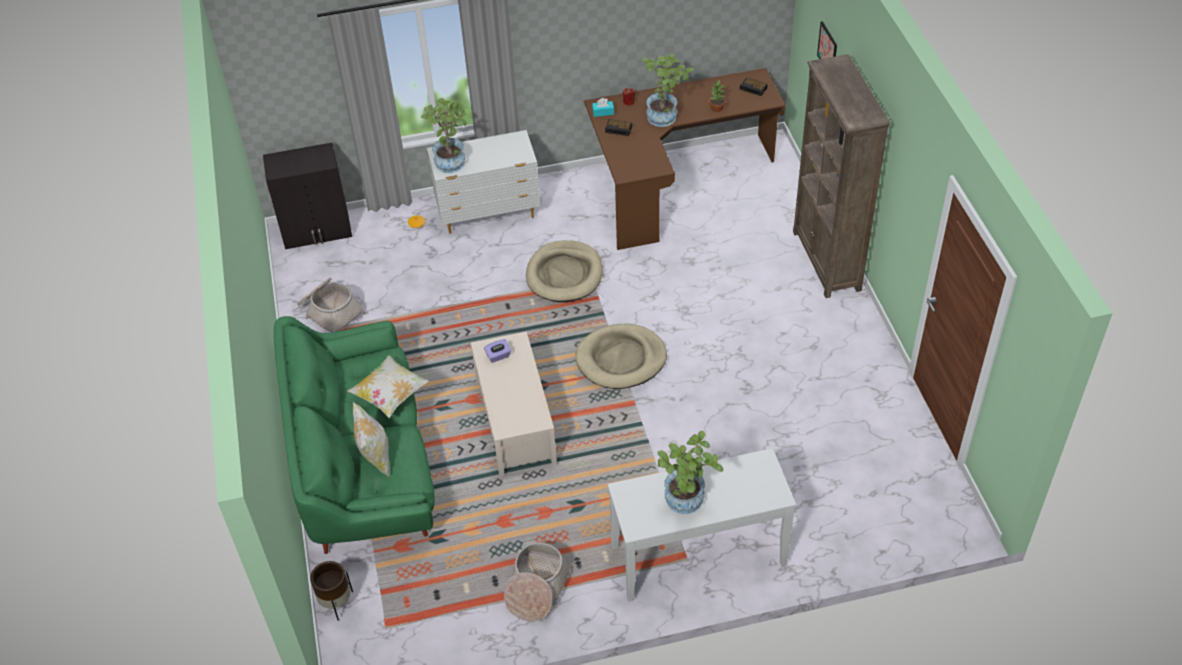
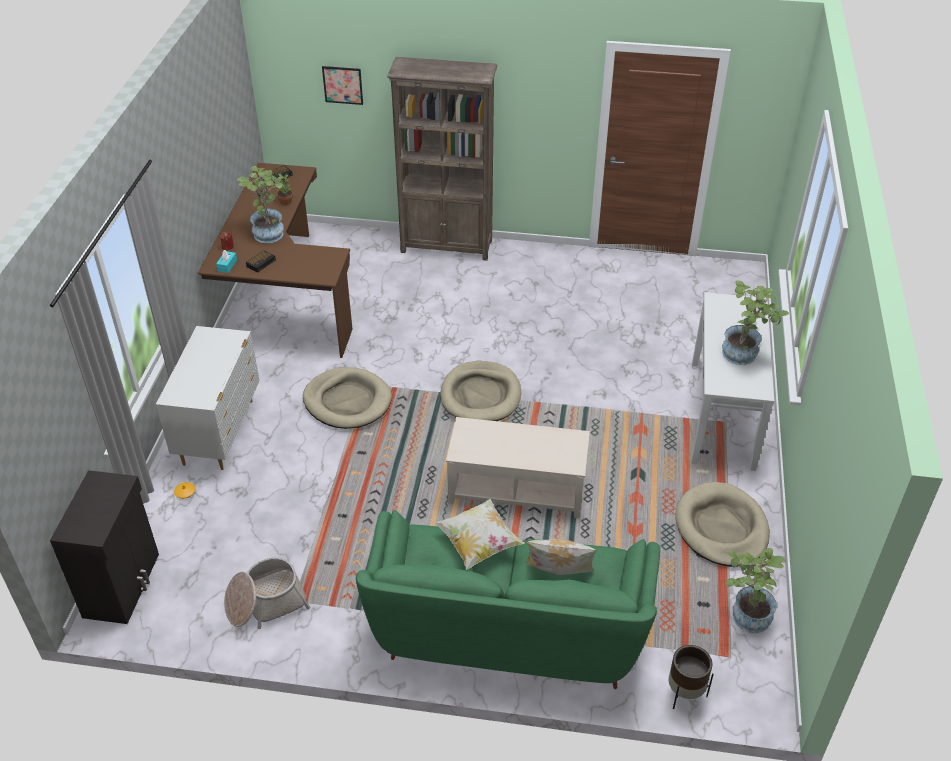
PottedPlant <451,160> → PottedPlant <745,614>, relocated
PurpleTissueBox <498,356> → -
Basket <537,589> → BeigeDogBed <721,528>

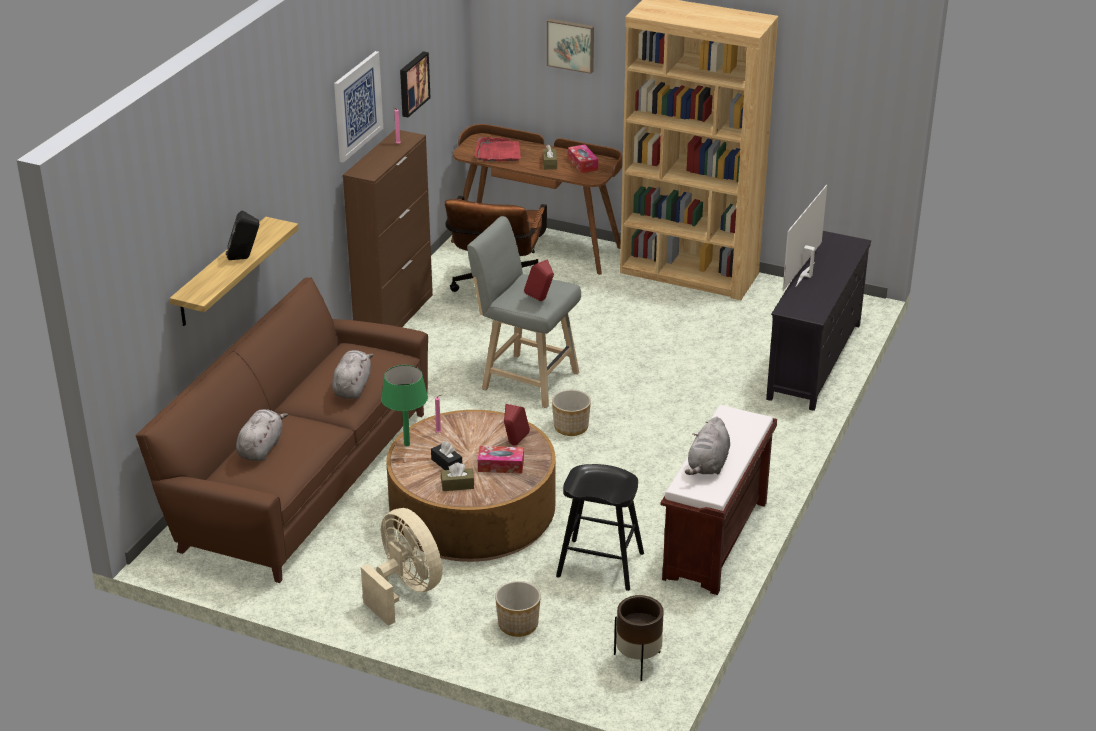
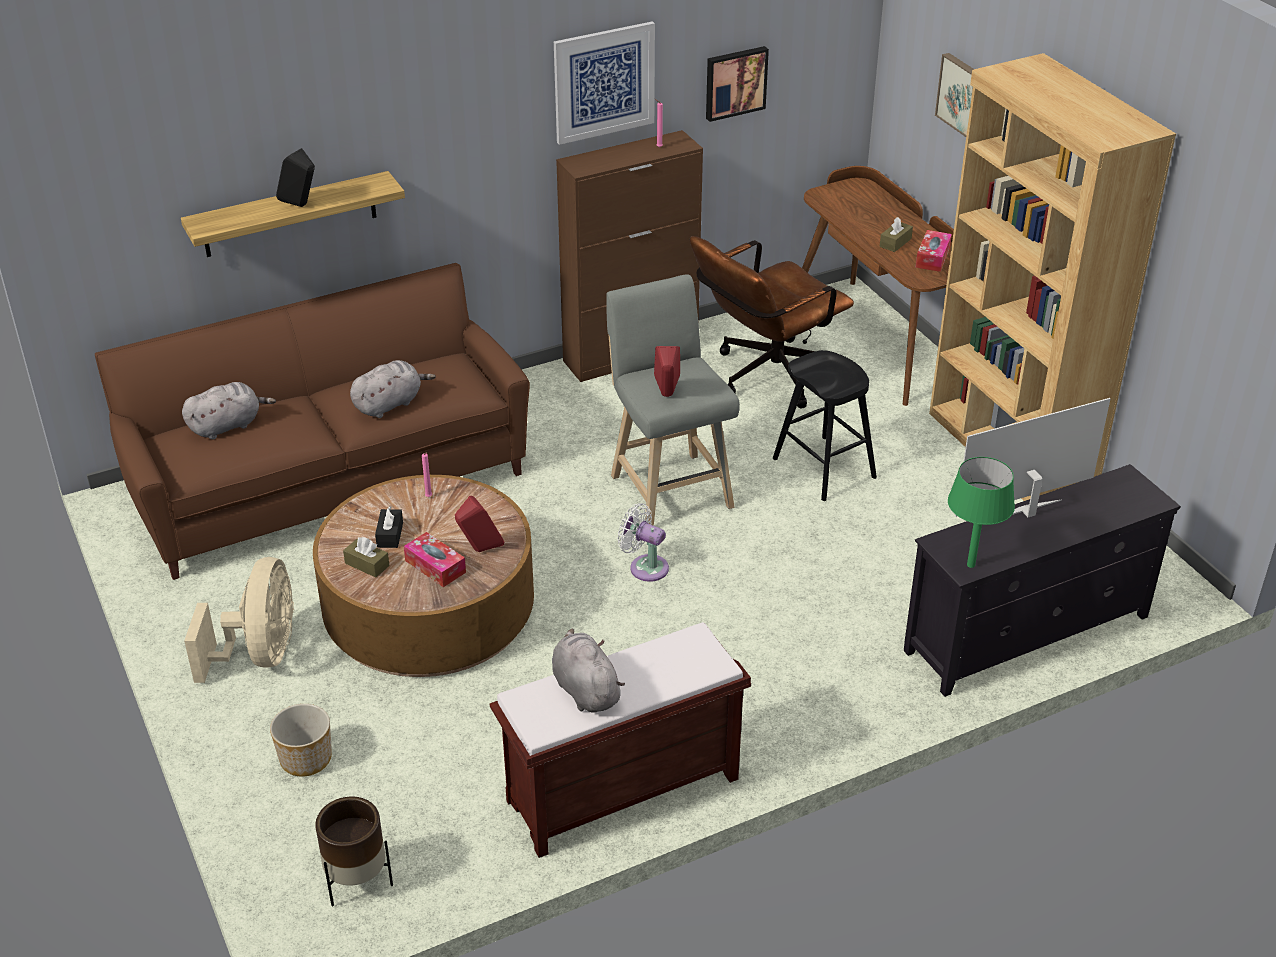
RedTray <498,152> → -
GreenTableLamp <407,444> → GreenTableLamp <971,565>, relocated
Planter <571,427> → WhiteFan <645,567>
GreyPlushToy <708,465> → GreyPlushToy <585,689>, 90 degrees clockwise
BlackStool <600,565> → BlackStool <823,468>, relocated

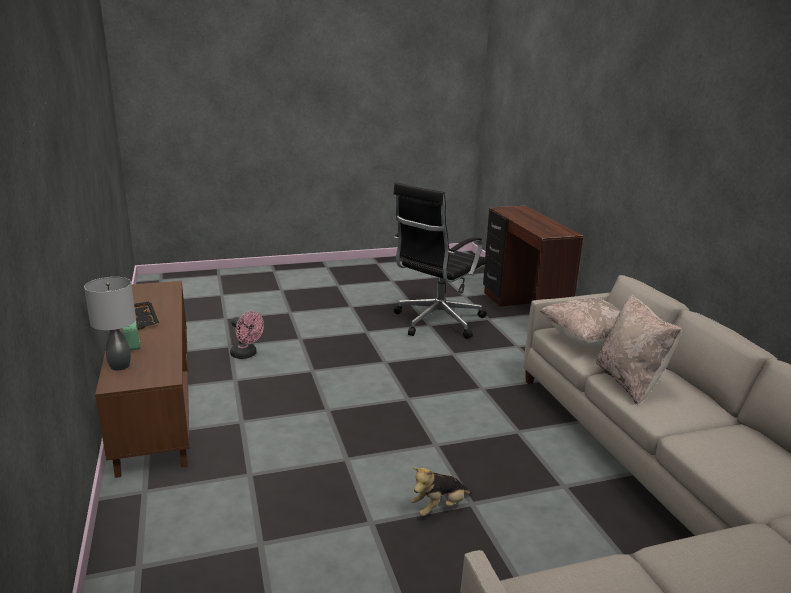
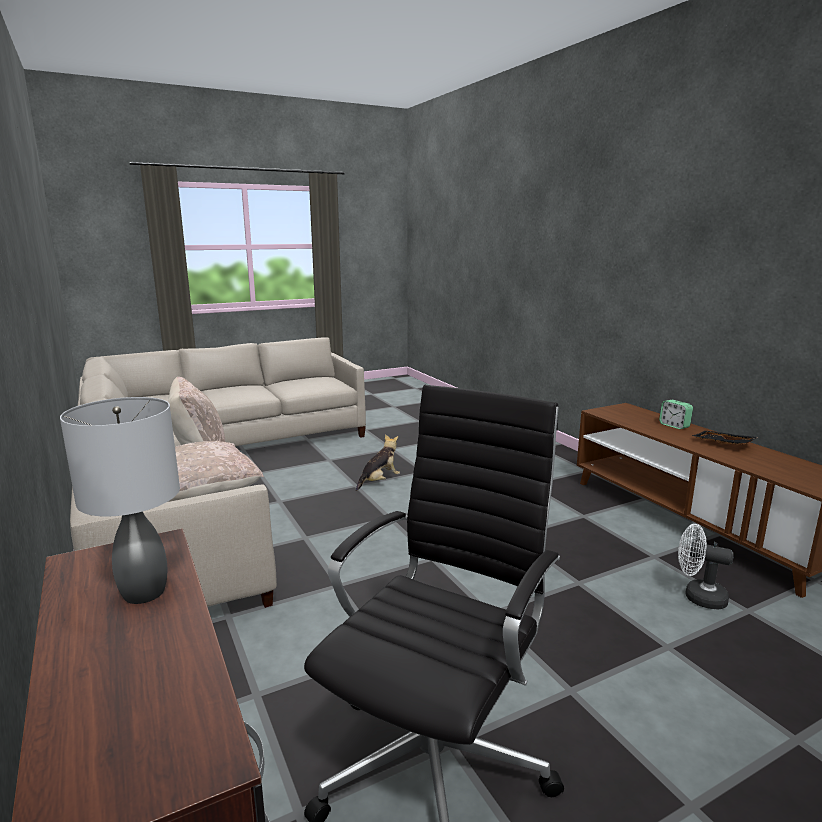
GreyTableLamp <119,366> → GreyTableLamp <145,591>, relocated
PinkFan <246,355> → WhiteFan <698,596>

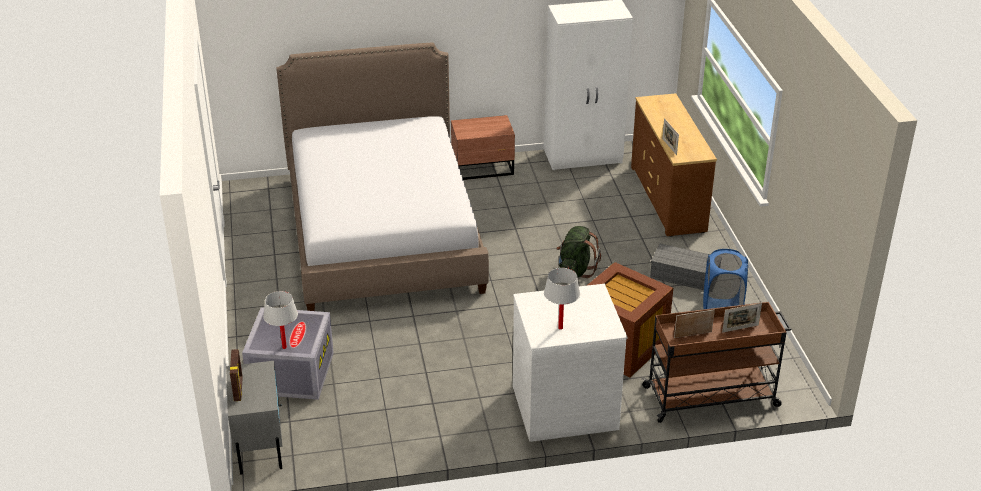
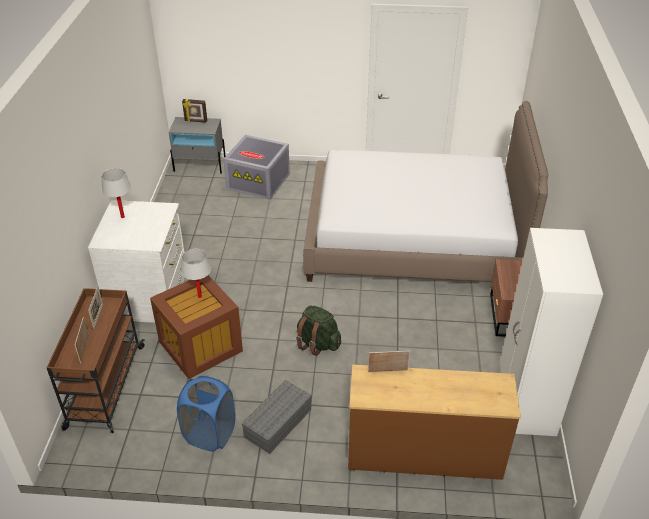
WhiteTableLamp <284,347> → WhiteTableLamp <199,297>, relocated

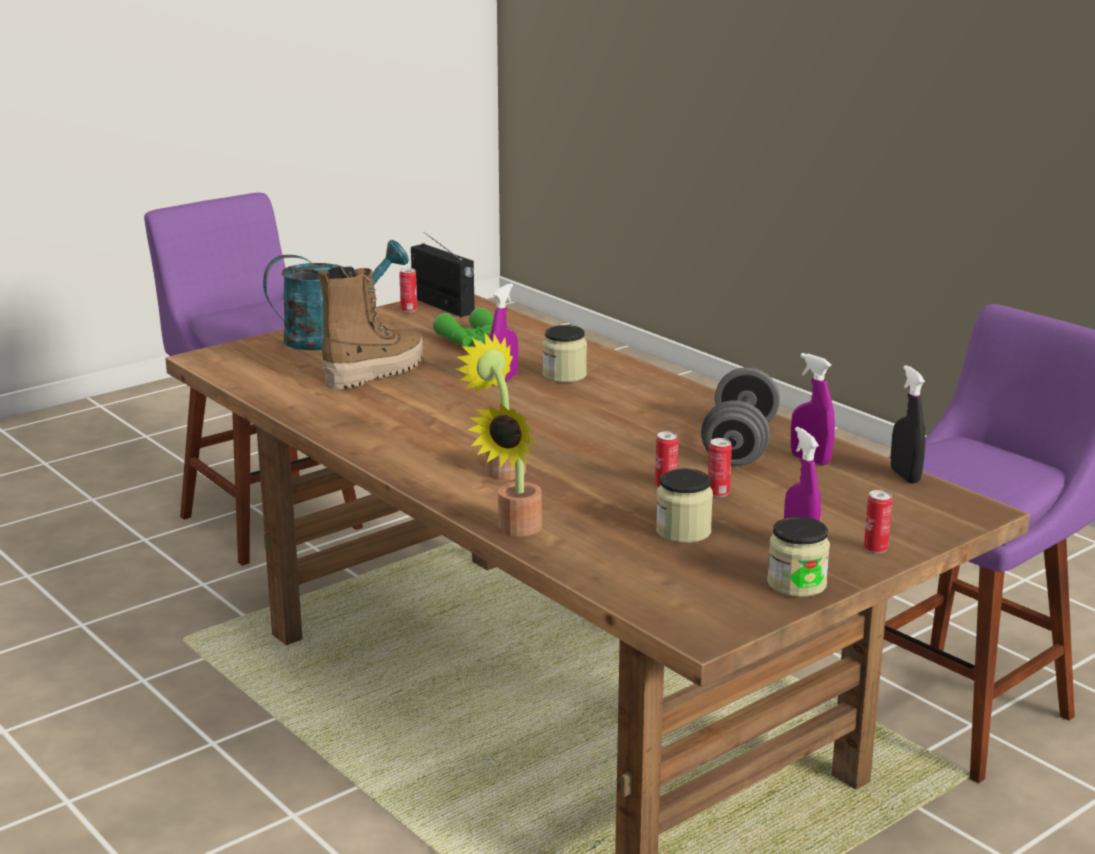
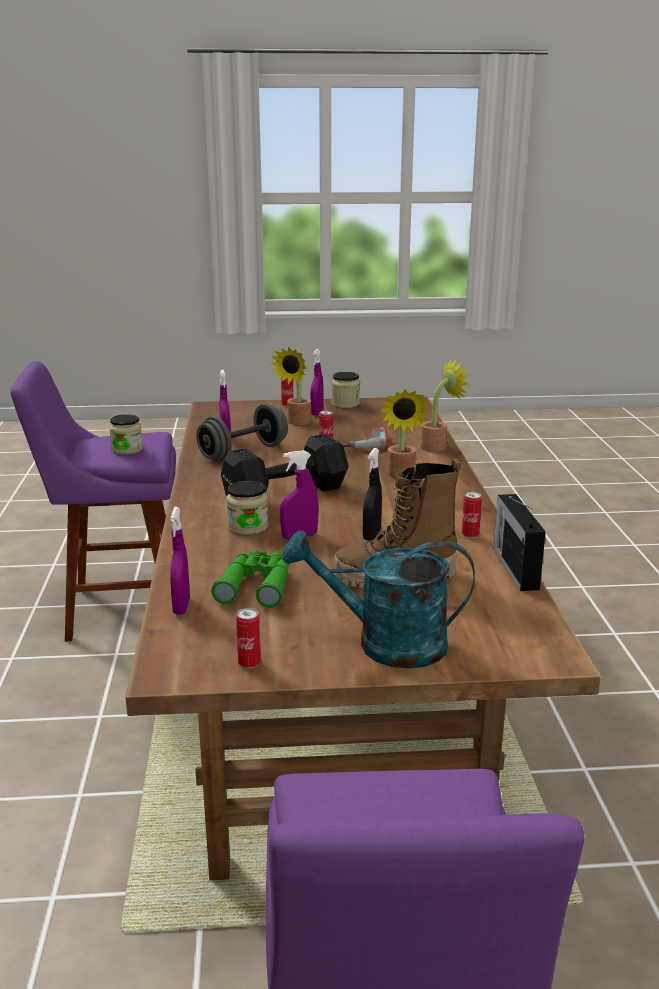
Radio <443,306> → Radio <515,567>, relocated
BlackSprayBottle <905,476> → BlackSprayBottle <371,535>, relocated
Can <718,493> → Can <470,535>, relocated
Jar <683,532> → Jar <127,449>, relocated
- → PottedPlant <297,423>
- → PowerDrill <360,444>
- → BlackDumbbell <288,493>
- → PurpleSprayBottle <181,606>

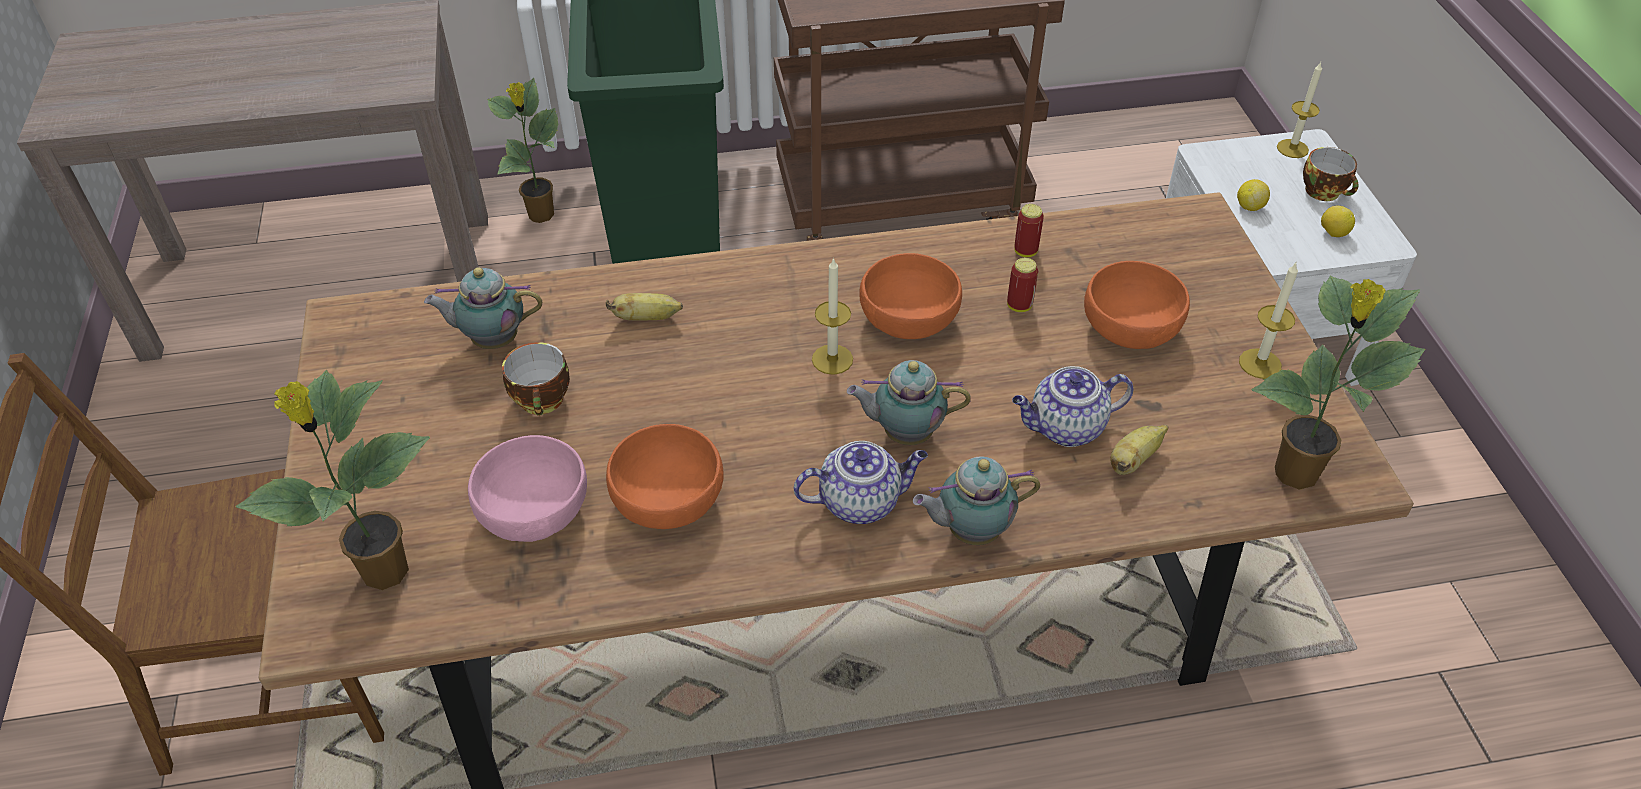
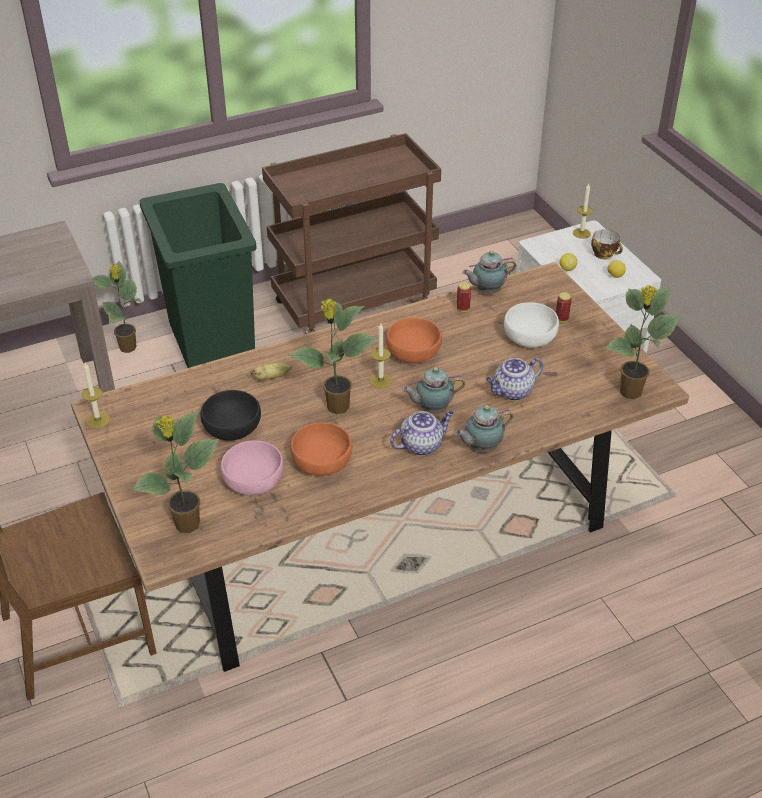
Can <1019,306> → Can <561,319>, relocated
OrangeBowl <1130,326> → WhiteBowl <529,337>
Candle <1260,363> → Candle <98,420>, relocated
Teapot <492,340> → Teapot <486,291>, relocated
Cup <543,401> → BlackBowl <233,428>
Banana <1133,460> → -
- → PottedPlant <337,407>

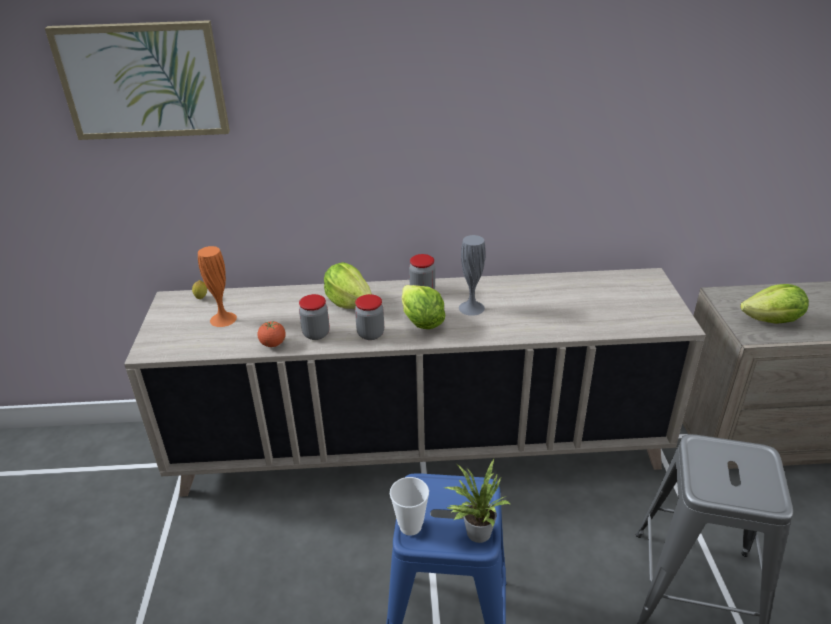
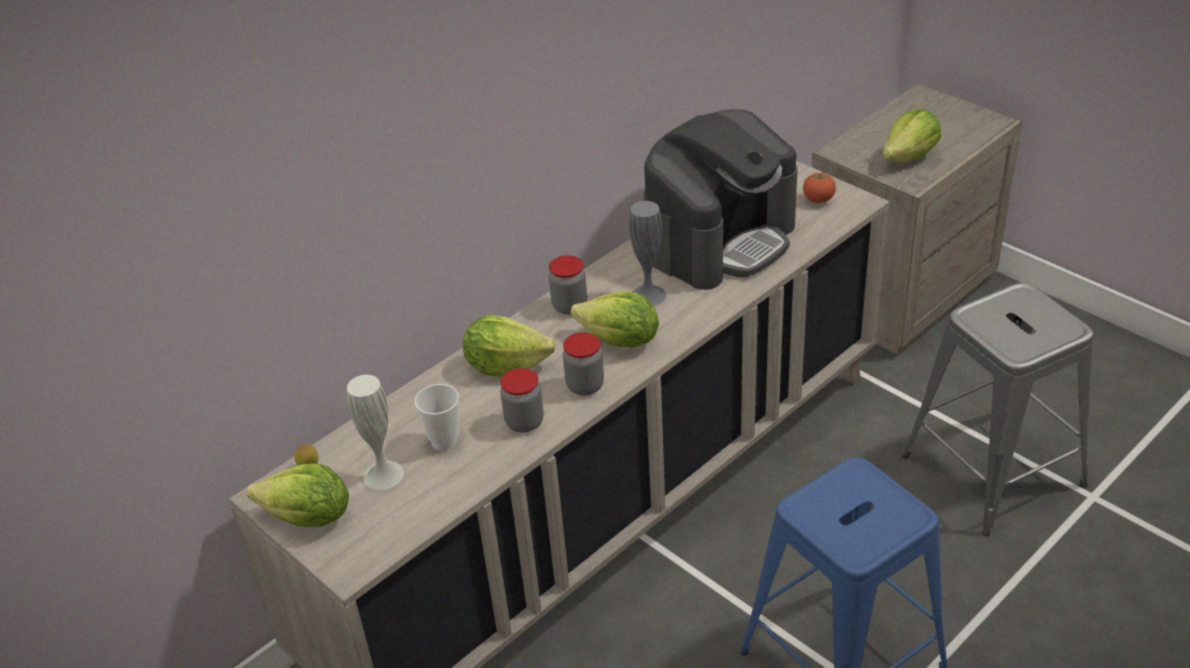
Picture <143,80> → -
OrangeVase <223,319> → WhiteVase <383,475>
Tomato <273,344> → Tomato <818,200>, relocated
PottedPlant <475,531> → -
Cup <410,526> → Cup <444,441>, relocated
- → CoffeeMachine <720,240>
- → Lettuce <309,518>

